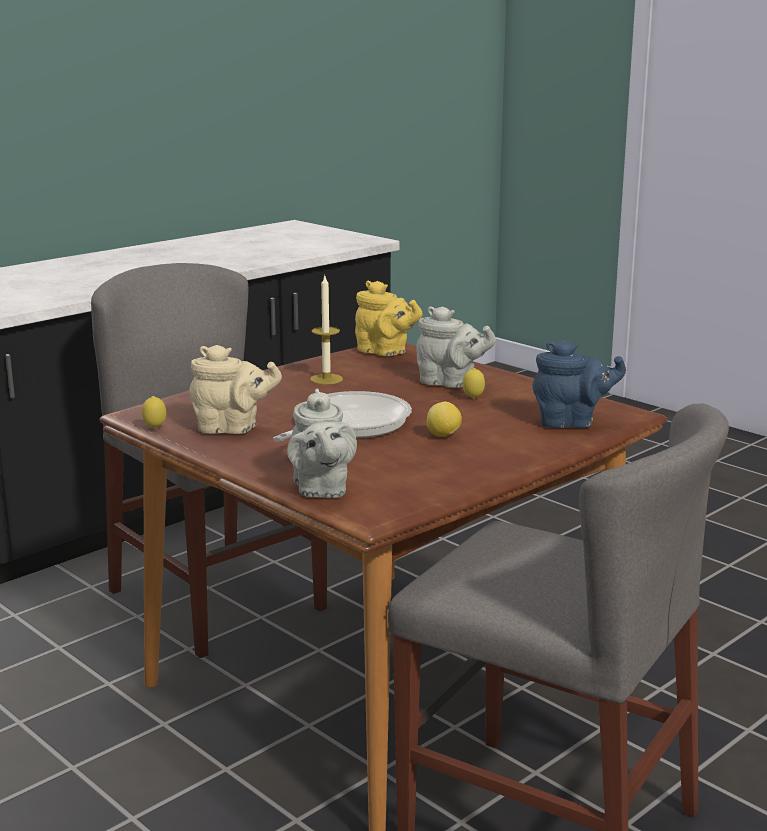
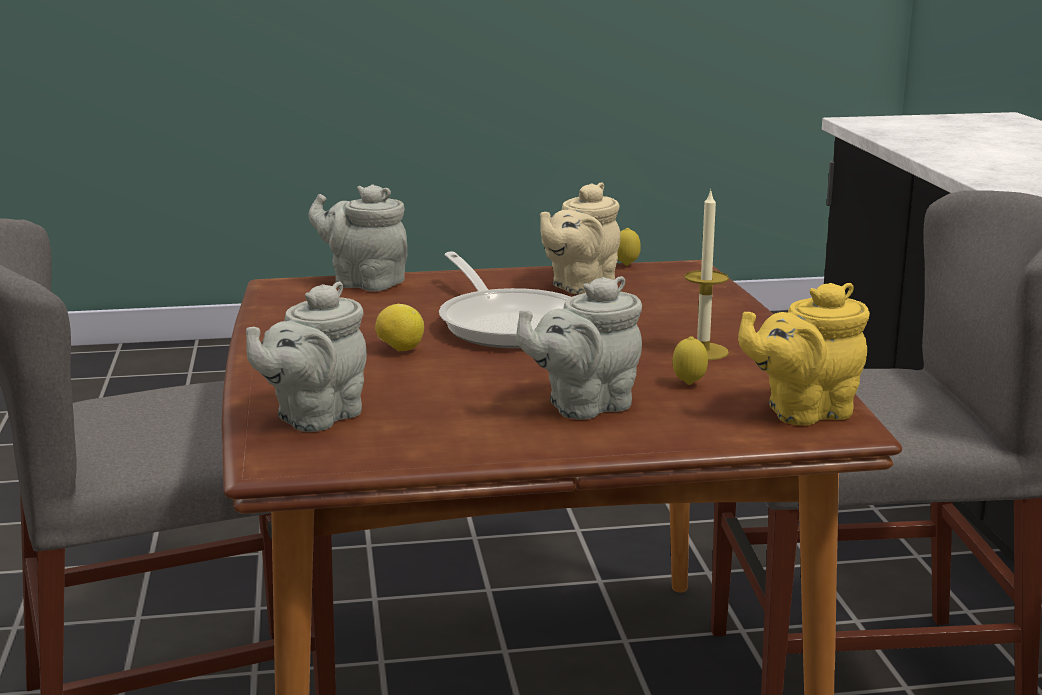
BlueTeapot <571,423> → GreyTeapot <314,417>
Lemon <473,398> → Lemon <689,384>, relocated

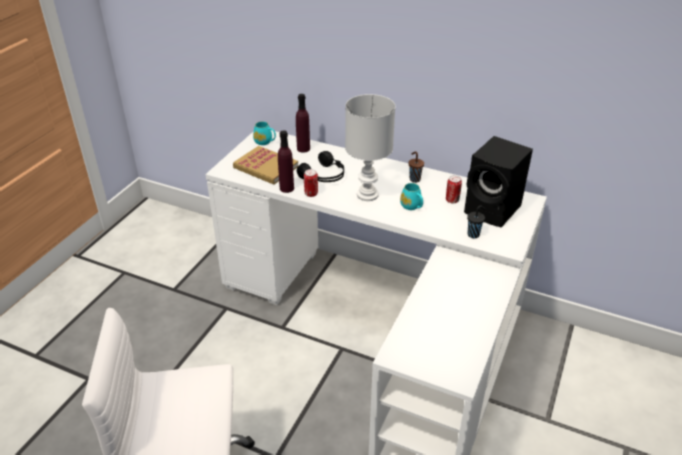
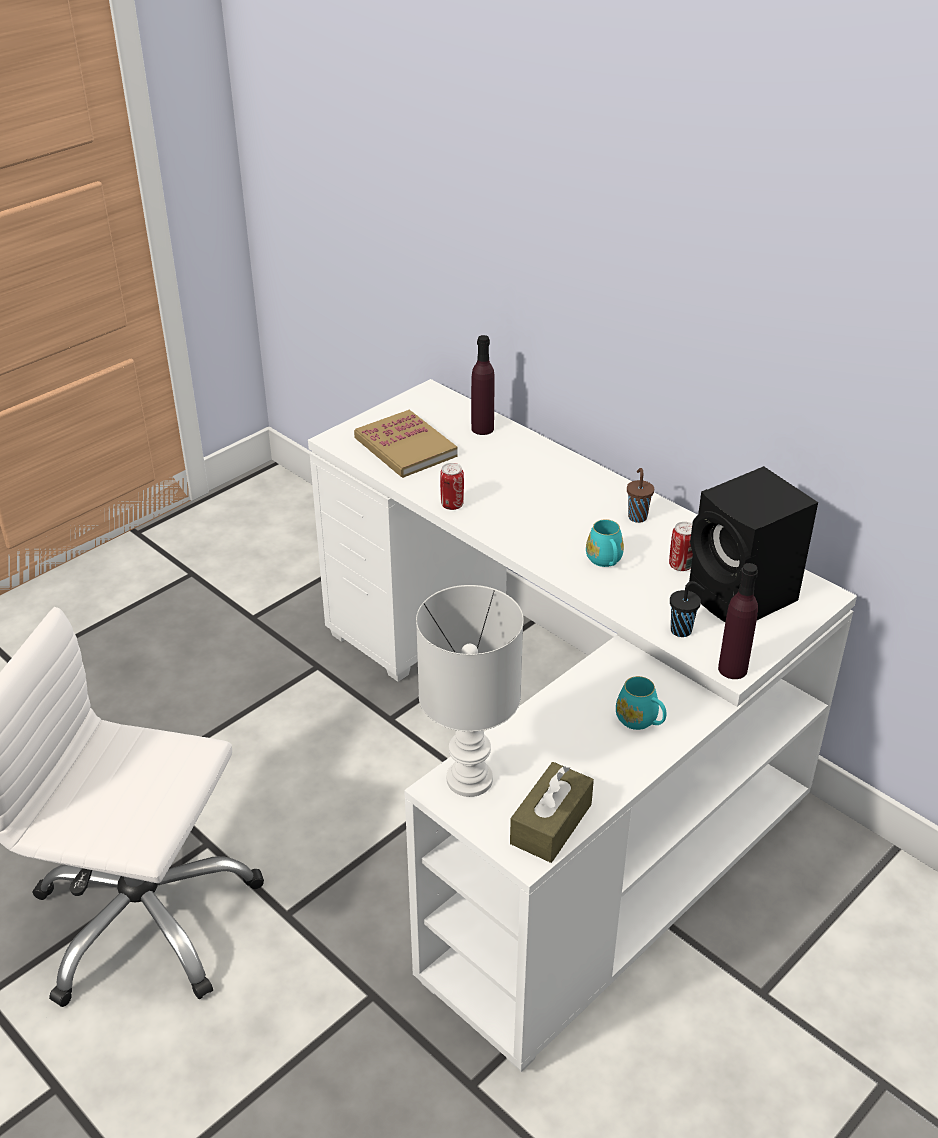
WhiteTableLamp <368,194> → WhiteTableLamp <471,778>, relocated
TurquoiseMug <265,142> → TurquoiseMug <640,721>, relocated
PurpleBottle <286,188> → PurpleBottle <732,669>, relocated
BlackHeadphones <324,176> → -
- → BrownTissueBox <551,824>

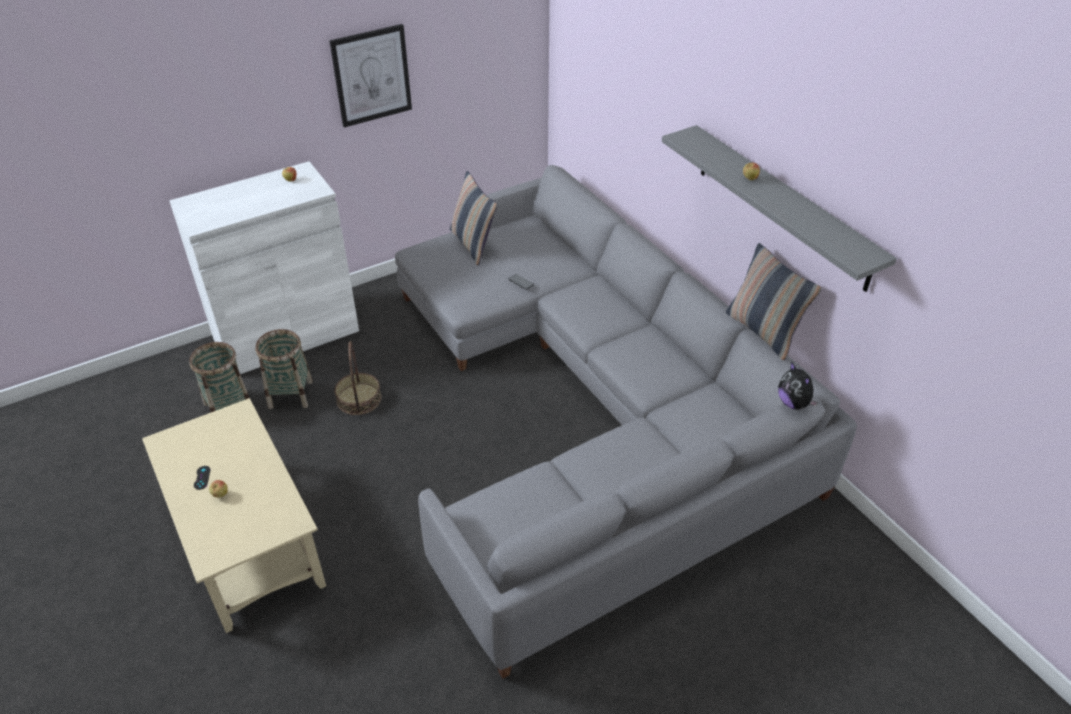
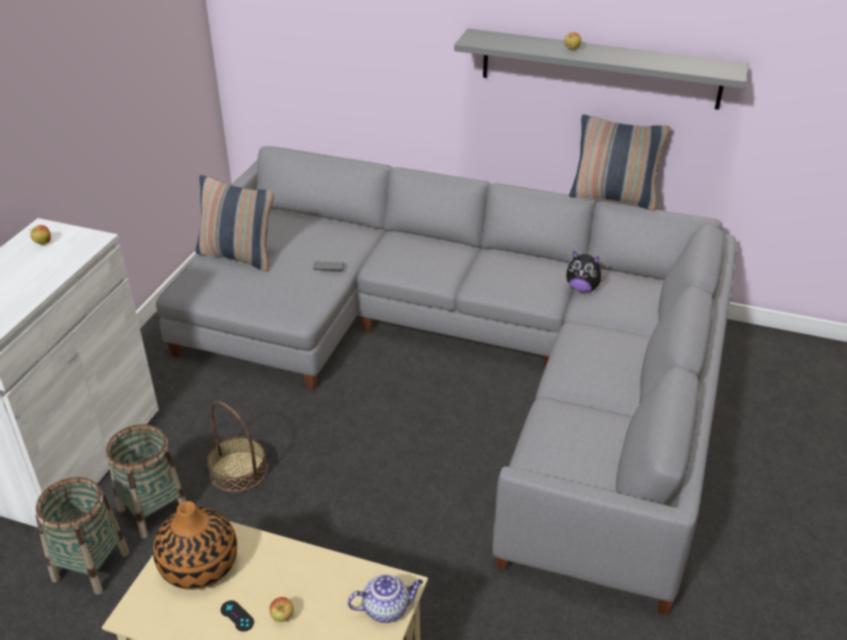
Picture <371,75> → -
PlushToy <794,403> → PlushToy <582,289>, relocated
- → Vase <200,565>
- → Teapot <387,608>

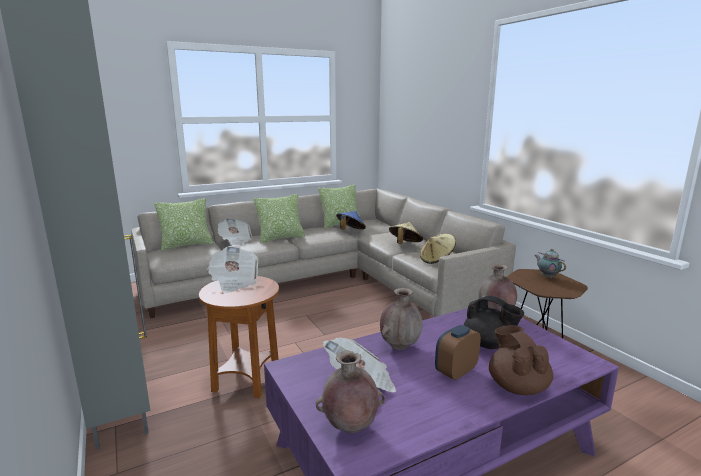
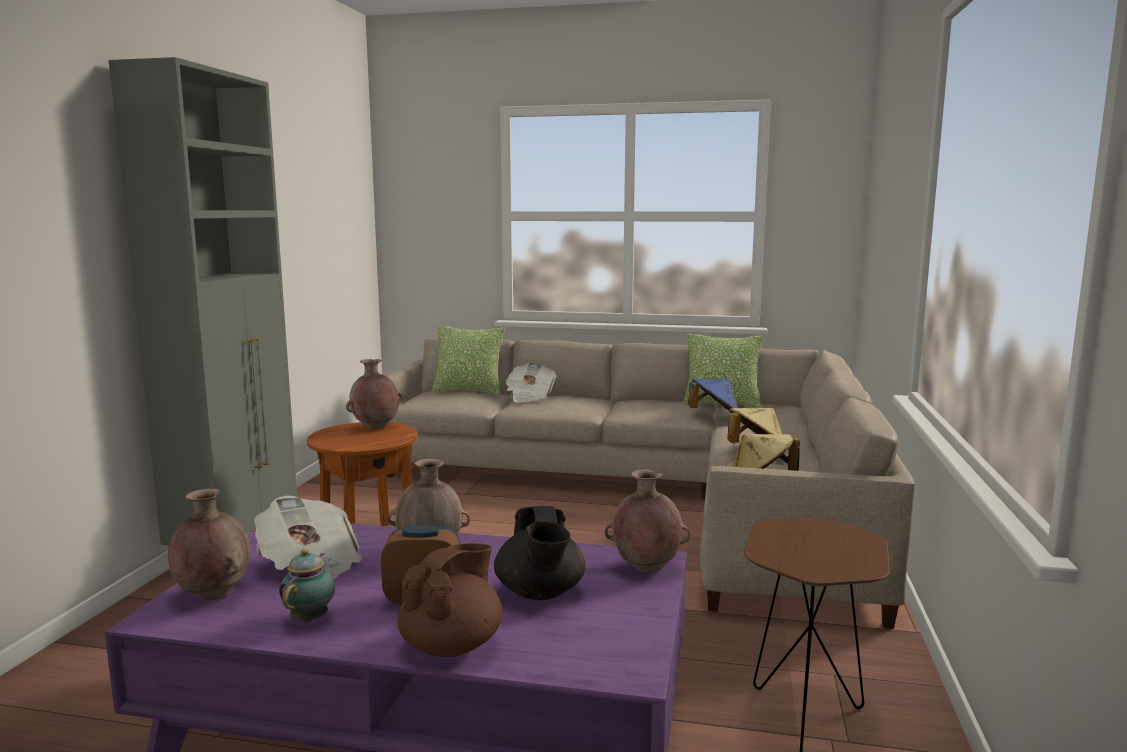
Pillow <280,238> → -
Newspaper <234,282> → BrownVase <375,427>
Teapot <547,277> → Teapot <311,618>, relocated

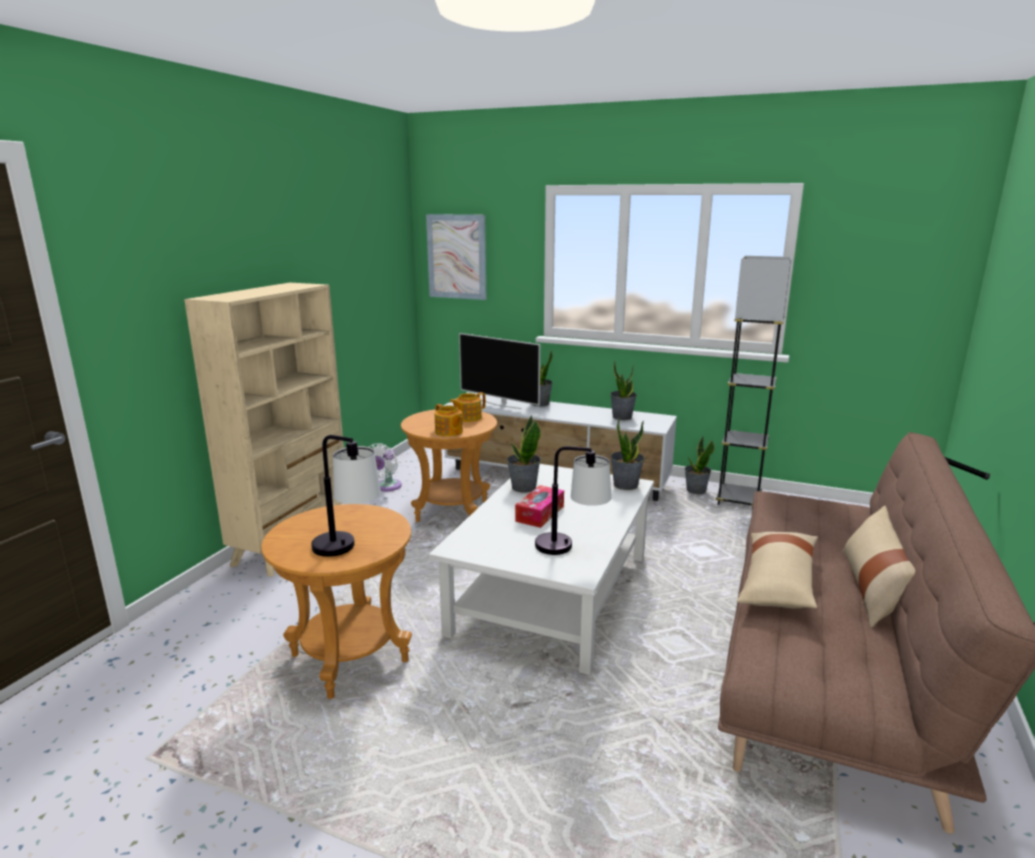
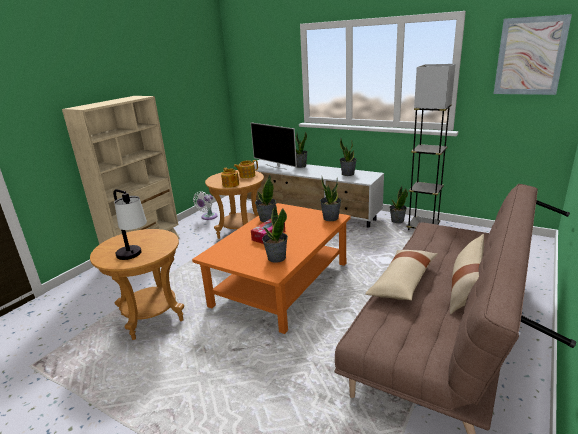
Picture <456,257> → Picture <530,56>, relocated
TableLamp <571,549> → PottedPlant <276,258>
WhiteCoffeeTable <553,594> → OrangeCoffeeTable <282,284>

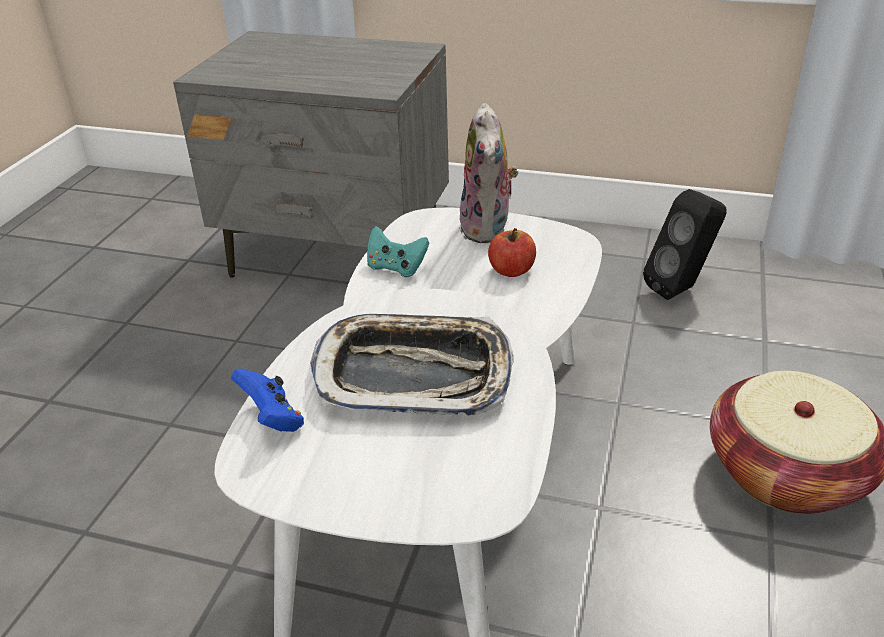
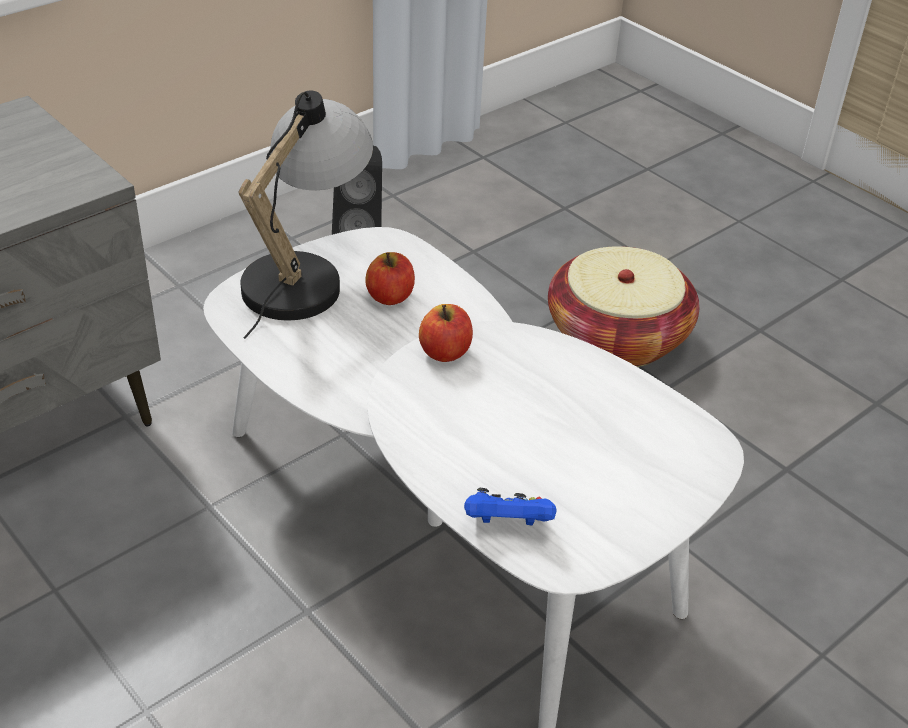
PlushToy <488,229> → TableLamp <304,274>
TurquoiseGameController <396,268> → -
Tray <413,374> → -
- → Apple <445,352>

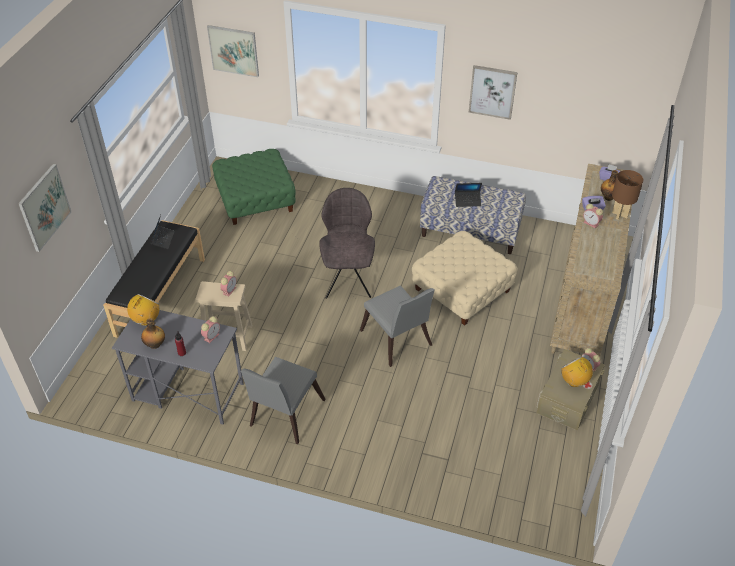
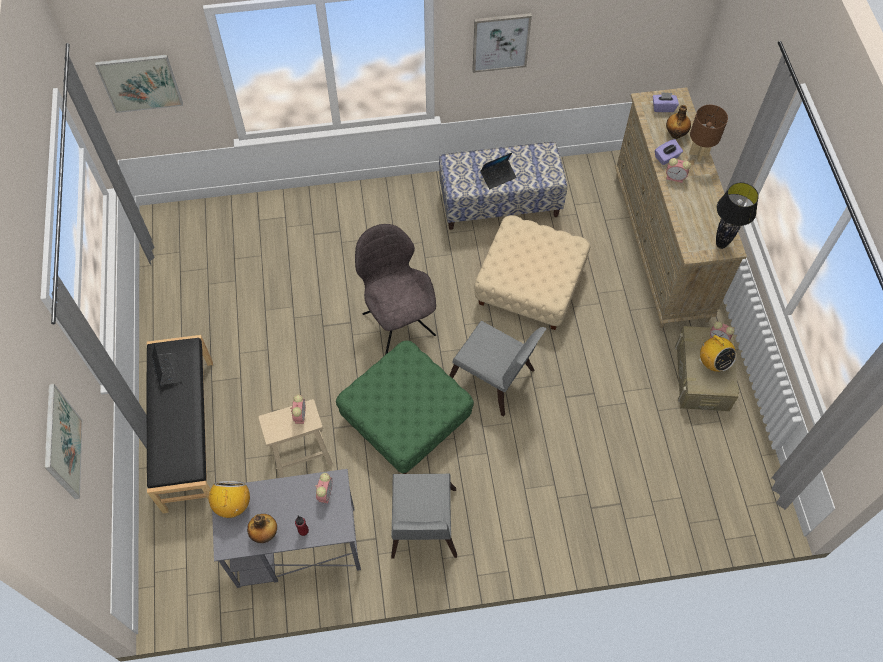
GreenOttoman <255,199> → GreenOttoman <405,417>, relocated
Radio <574,381> → Radio <713,362>, 150 degrees counterclockwise
- → BlackTableLamp <721,245>

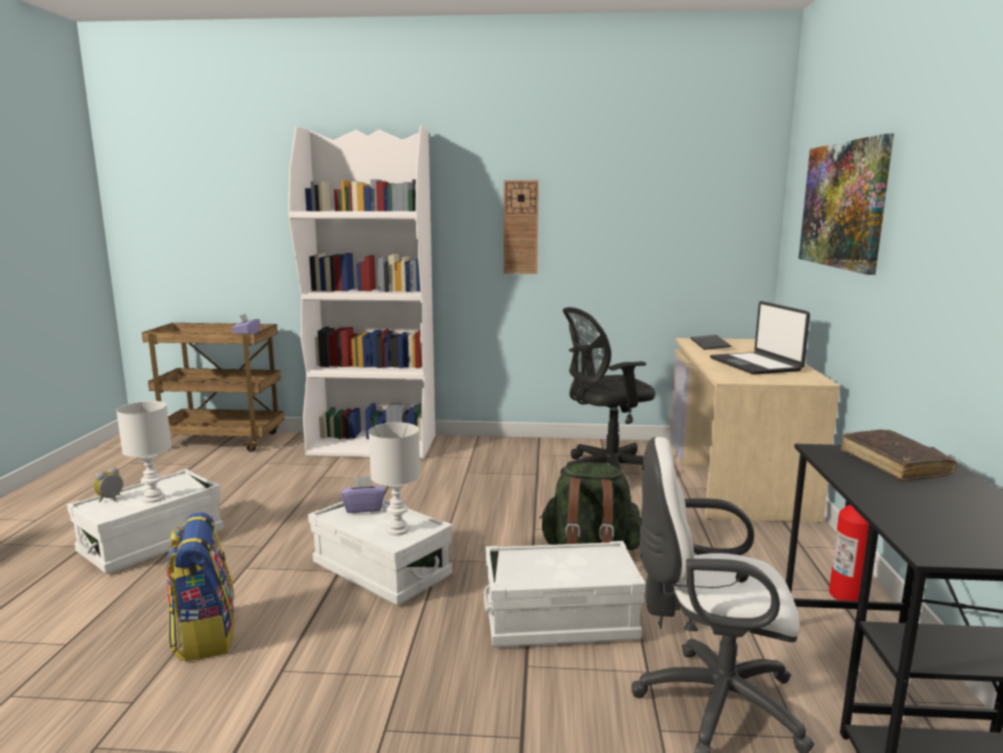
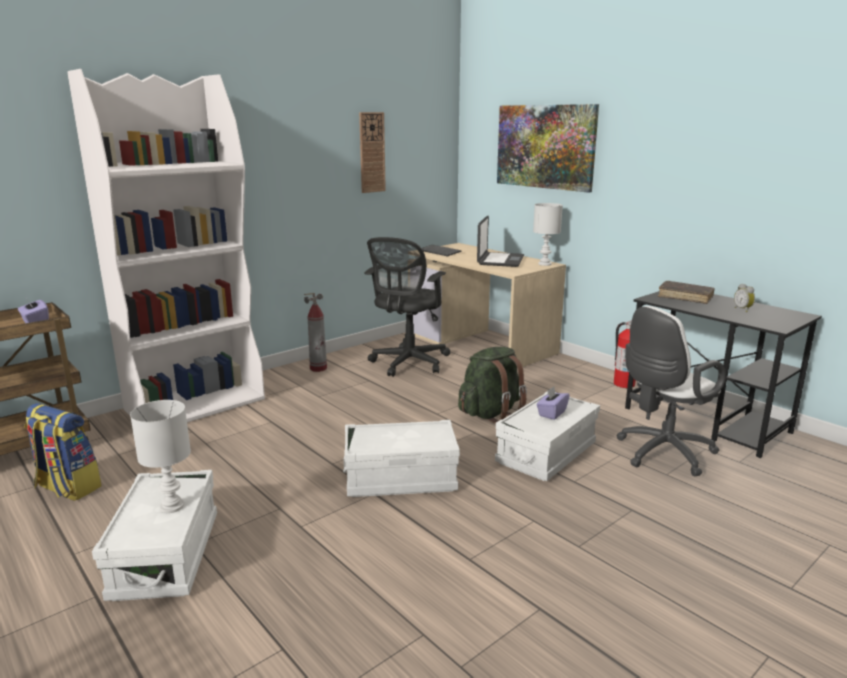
WallClock <520,227> → WallClock <372,152>, relocated
Laptop <756,365> → Laptop <500,260>, 105 degrees counterclockwise
WhiteTableLamp <396,530> → WhiteTableLamp <544,264>, relocated
AlarmClock <111,499> → AlarmClock <743,309>, relocated
PurpleTissueBox <364,508> → PurpleTissueBox <552,413>, relocated
Backpack <204,635> → Backpack <67,488>, relocated
- → FireExtinguisher <318,368>

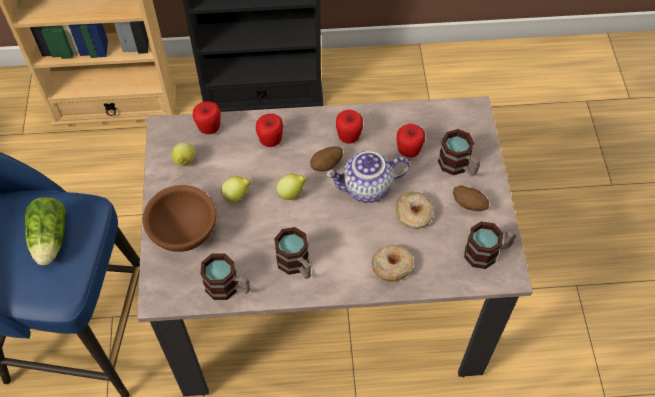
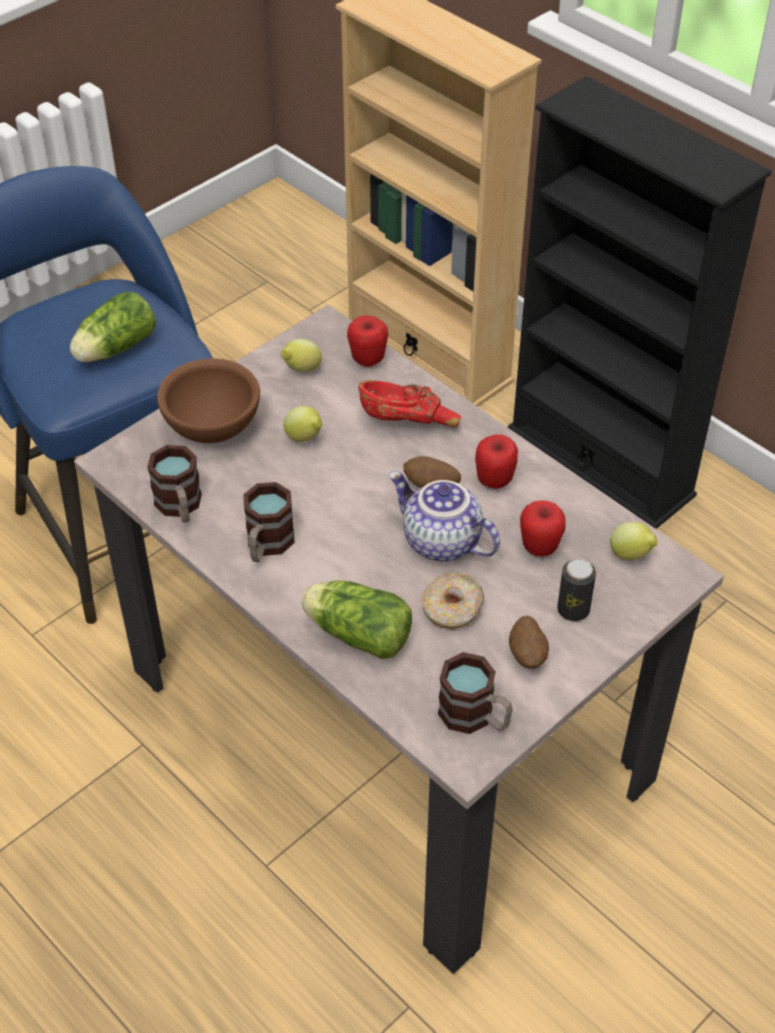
Apple <270,141> → RedBowl <409,418>
Mug <458,166> → Can <573,610>
Lemon <291,193> → Lemon <631,555>, relocated
Donut <392,266> → Lettuce <355,633>

